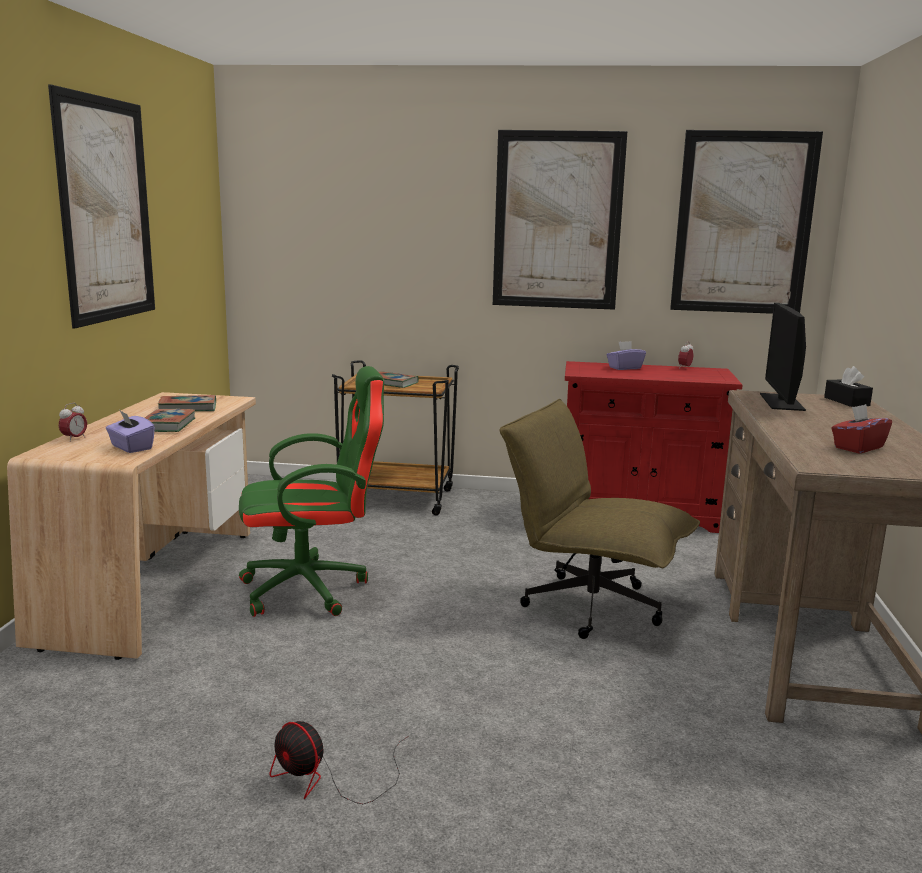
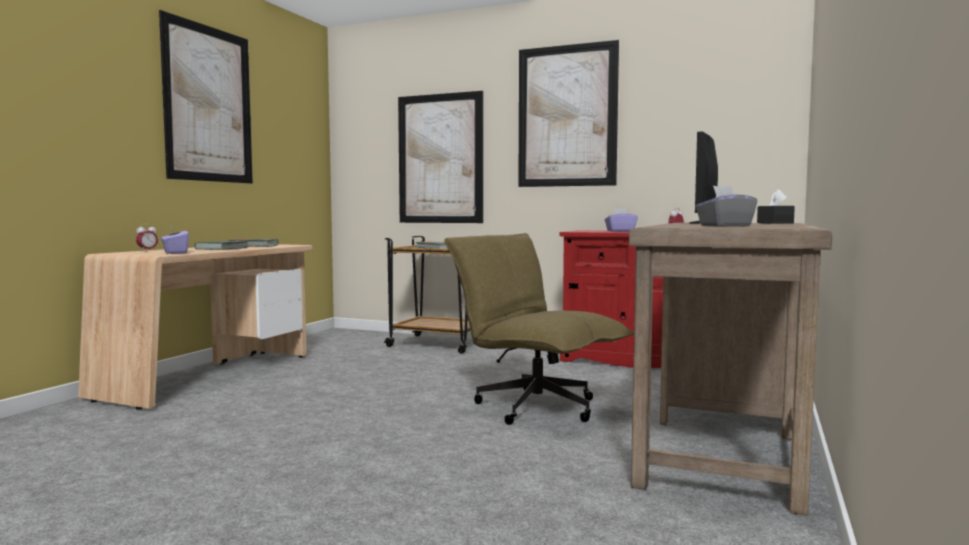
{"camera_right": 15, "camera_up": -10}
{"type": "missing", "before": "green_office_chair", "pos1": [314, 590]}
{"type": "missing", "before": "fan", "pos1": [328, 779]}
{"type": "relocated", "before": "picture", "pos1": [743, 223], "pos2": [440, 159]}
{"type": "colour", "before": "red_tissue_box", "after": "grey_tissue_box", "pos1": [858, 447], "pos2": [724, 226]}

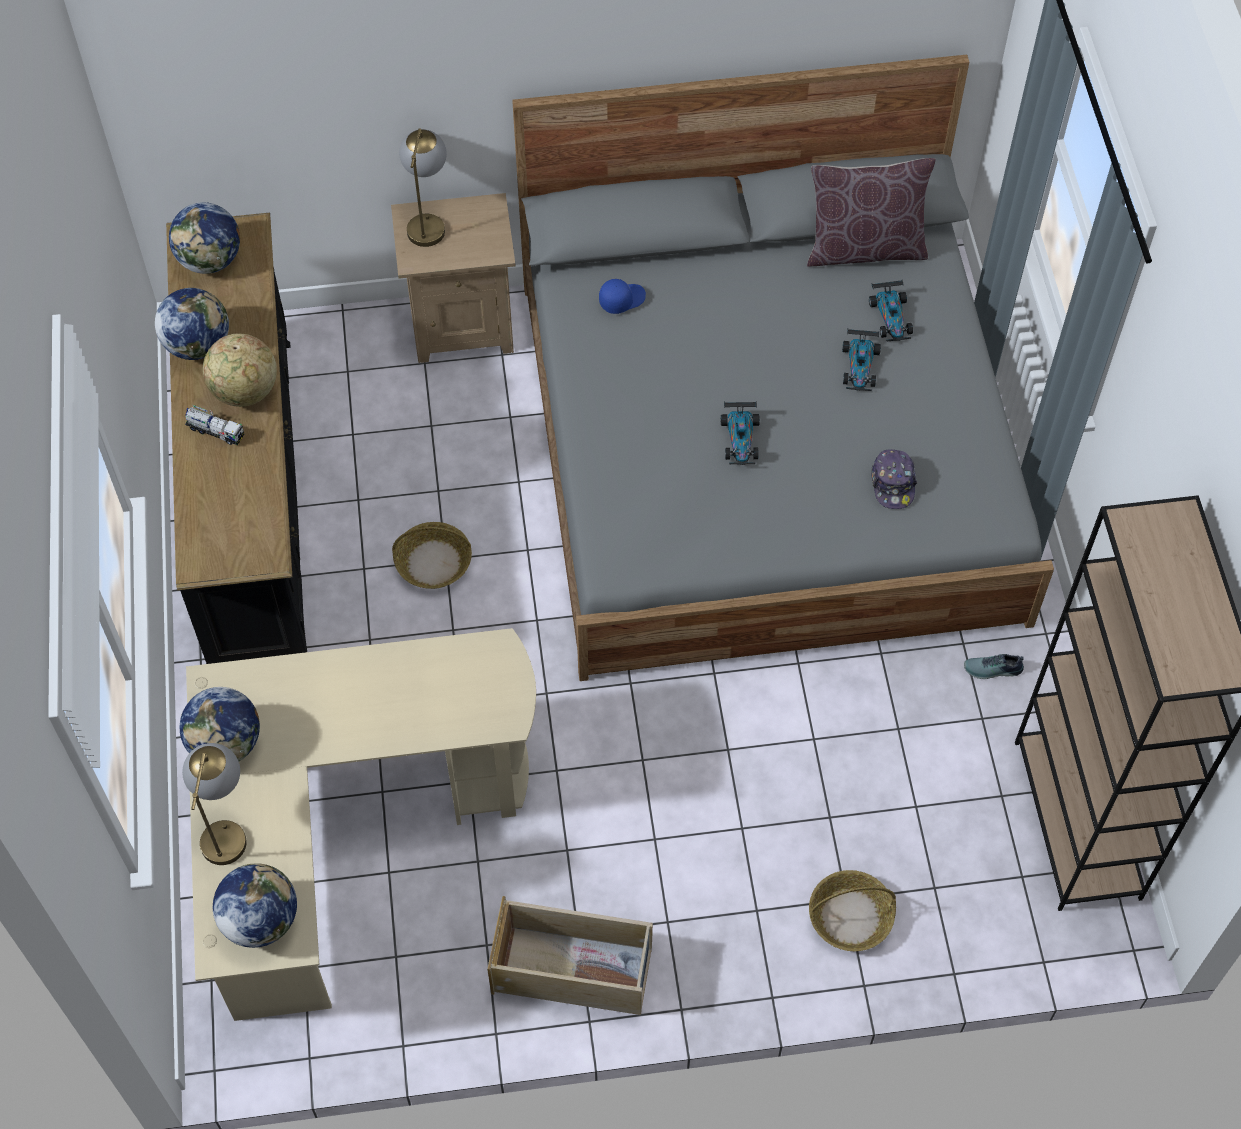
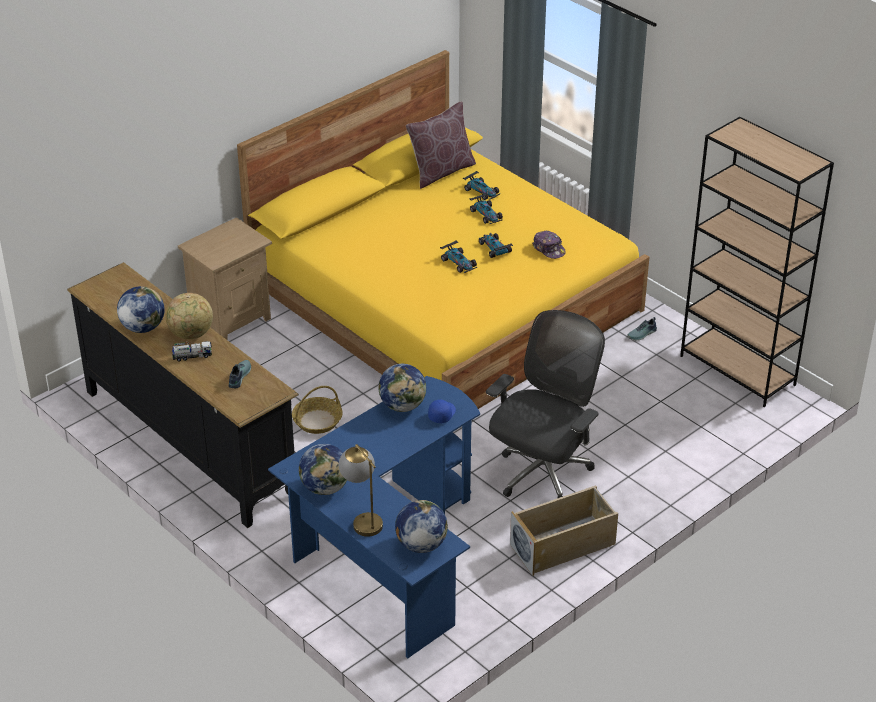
{"camera_right": -35, "camera_up": -20}
{"type": "relocated", "before": "globe", "pos1": [211, 260], "pos2": [403, 406]}
{"type": "colour", "before": "beige_desk", "after": "blue_desk", "pos1": [343, 833], "pos2": [385, 552]}
{"type": "missing", "before": "table_lamp", "pos1": [427, 221]}
{"type": "colour", "before": "grey_bed", "after": "yellow_bed", "pos1": [766, 447], "pos2": [445, 300]}
{"type": "relocated", "before": "blue_cap", "pos1": [621, 299], "pos2": [441, 414]}
{"type": "missing", "before": "basket", "pos1": [850, 916]}
{"type": "appeared", "after": "shoe", "pos2": [238, 376]}
{"type": "appeared", "after": "toy_car", "pos2": [494, 248]}
{"type": "appeared", "after": "office_chair", "pos2": [543, 473]}

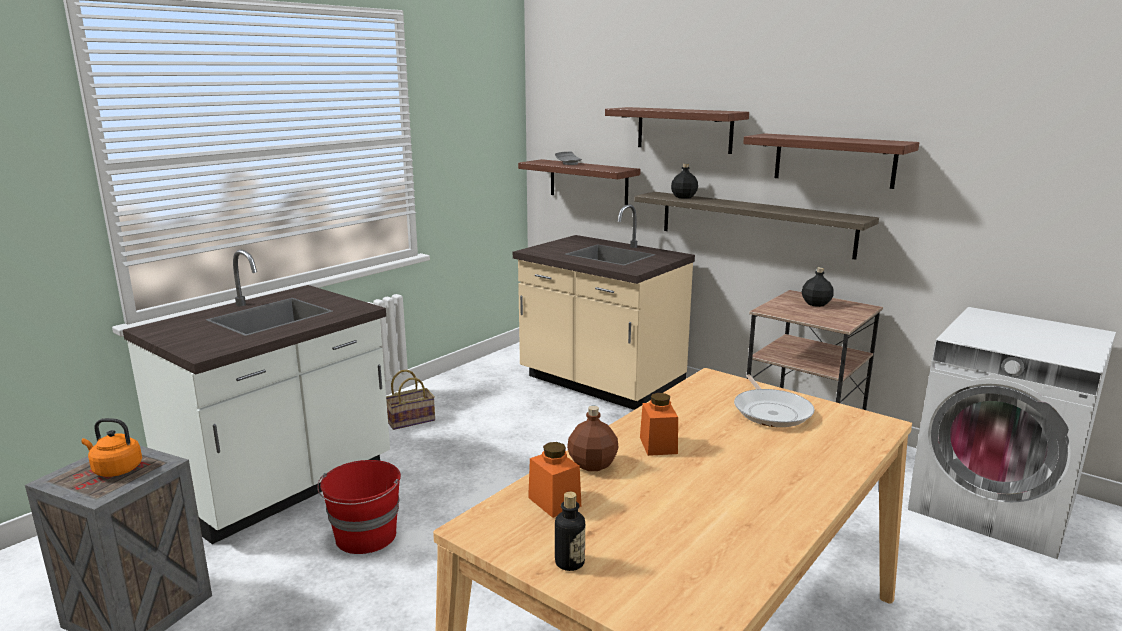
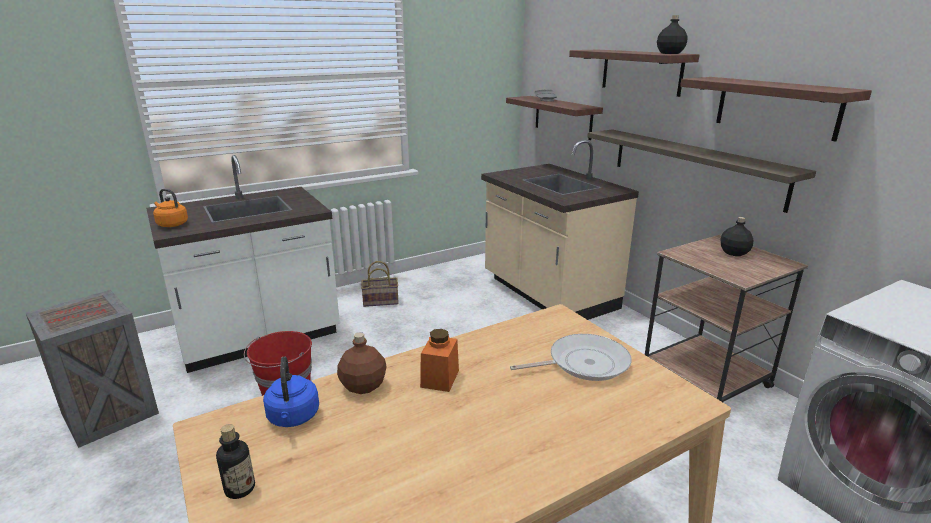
{"camera_right": 20, "camera_up": 5}
{"type": "relocated", "before": "orange_kettle", "pos1": [115, 469], "pos2": [171, 224]}
{"type": "exchanged", "before": "orange_jar", "after": "blue_kettle", "pos1": [554, 502], "pos2": [293, 418]}
{"type": "relocated", "before": "black_bottle", "pos1": [684, 197], "pos2": [670, 53]}
{"type": "spun", "before": "frying_pan", "pos1": [771, 411], "pos2": [583, 363], "turn": -120}

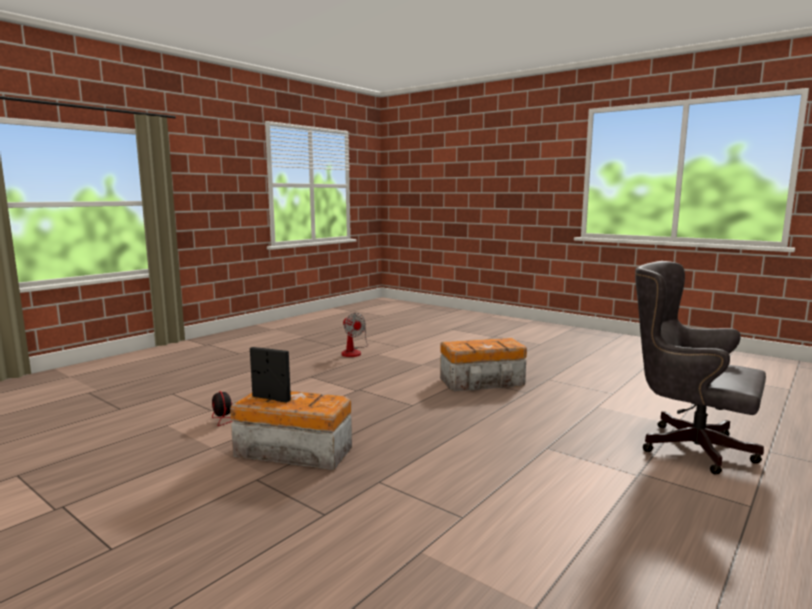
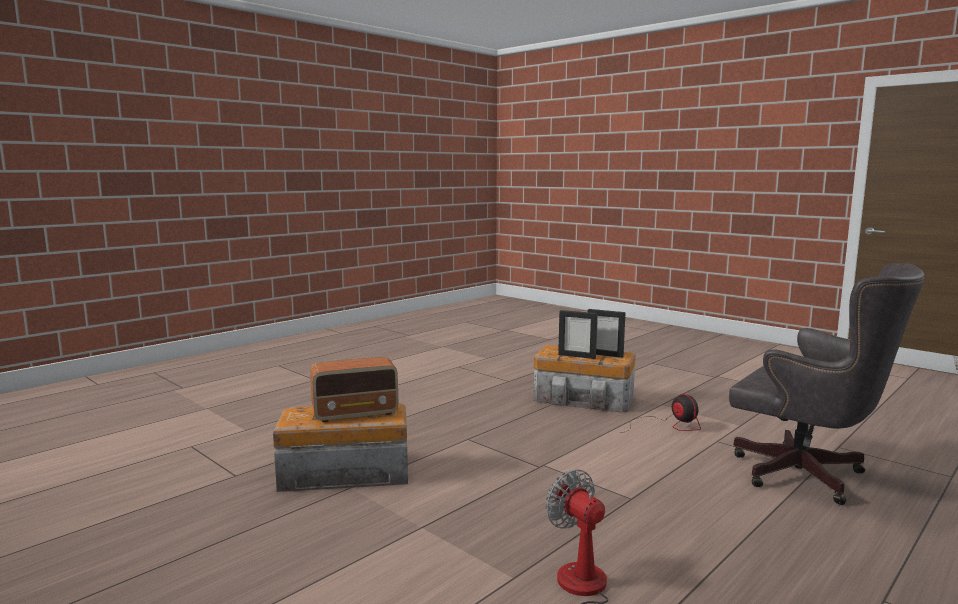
{"camera_right": -175, "camera_up": 0}
{"type": "relocated", "before": "grey_office_chair", "pos1": [688, 447], "pos2": [807, 476]}
{"type": "appeared", "after": "radio", "pos2": [356, 413]}
{"type": "appeared", "after": "picture_frame", "pos2": [577, 356]}

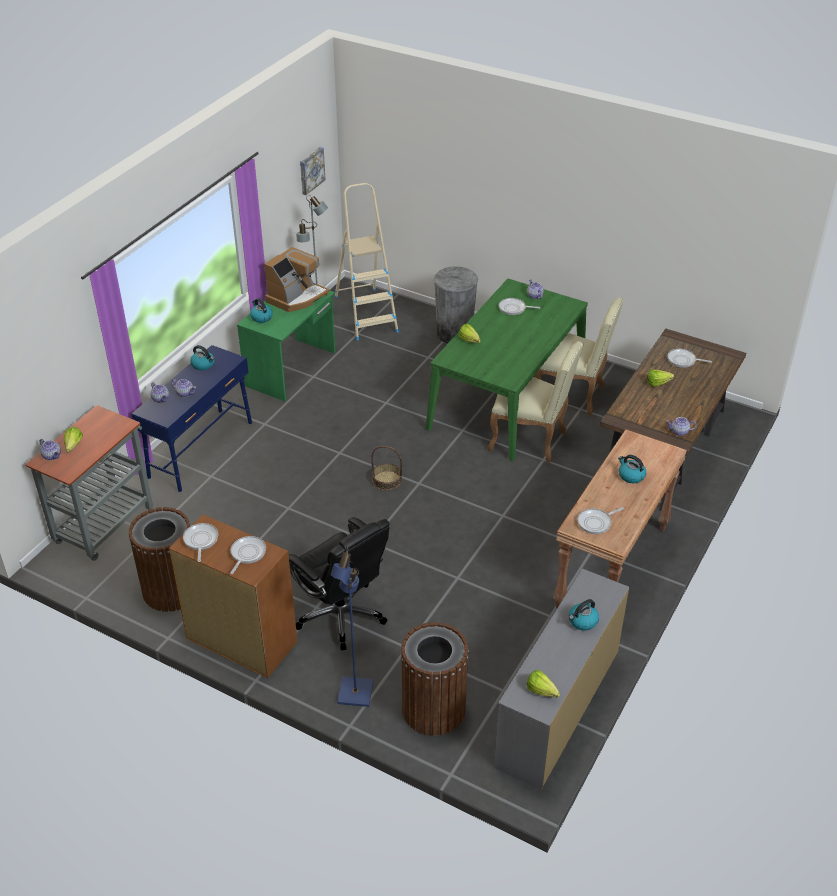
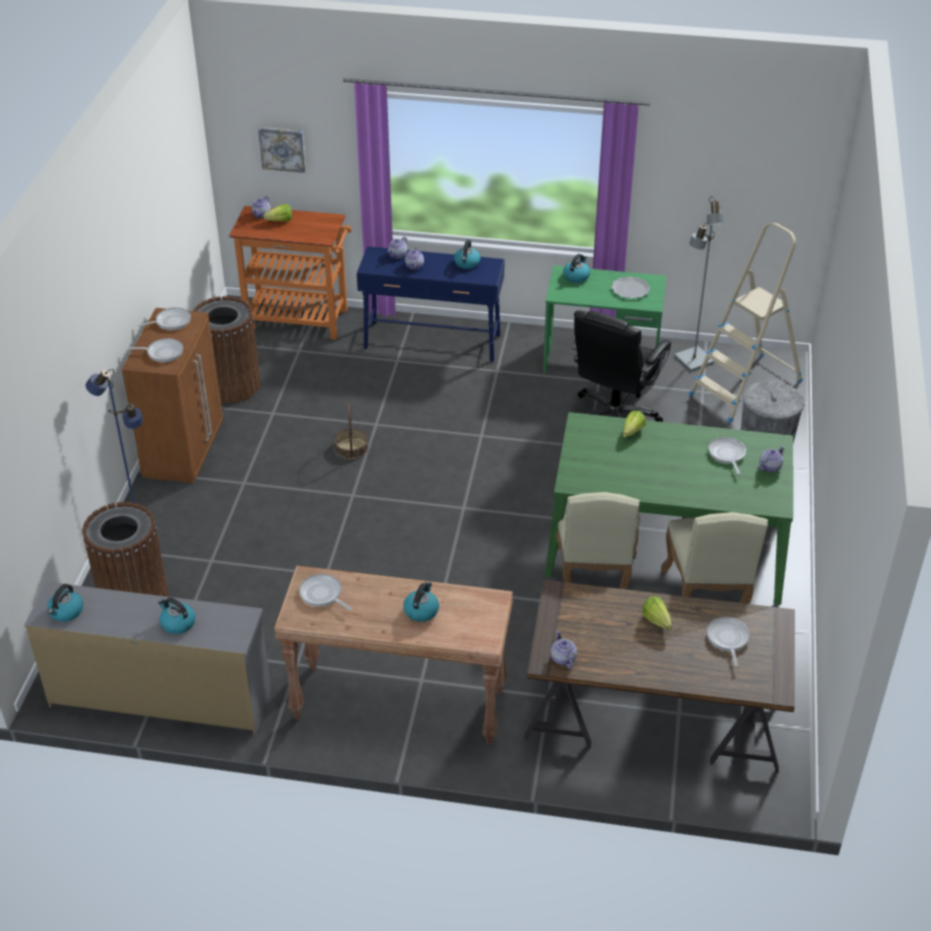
{"camera_right": 70, "camera_up": 0}
{"type": "colour", "before": "grey_cart", "after": "orange_cart", "pos1": [105, 524], "pos2": [299, 320]}
{"type": "exchanged", "before": "coffee_machine", "after": "plate", "pos1": [297, 297], "pos2": [630, 289]}
{"type": "relocated", "before": "black_office_chair", "pos1": [341, 614], "pos2": [614, 417]}
{"type": "relocated", "before": "picture", "pos1": [311, 170], "pos2": [283, 148]}
{"type": "relocated", "before": "basket", "pos1": [387, 480], "pos2": [351, 448]}
{"type": "exchanged", "before": "lettuce", "after": "kettle", "pos1": [543, 693], "pos2": [66, 612]}

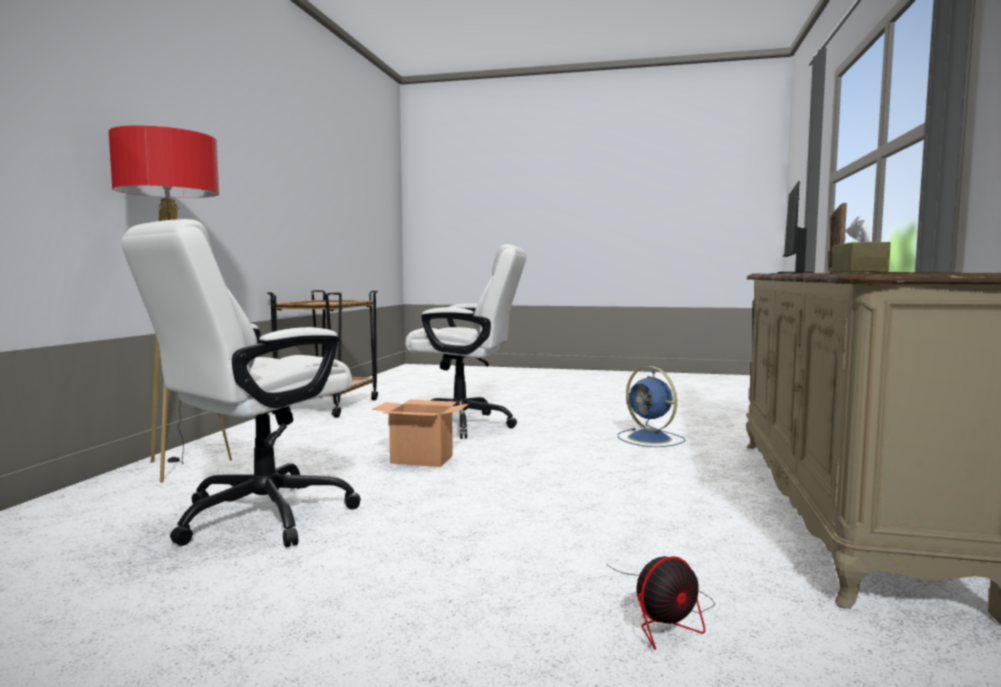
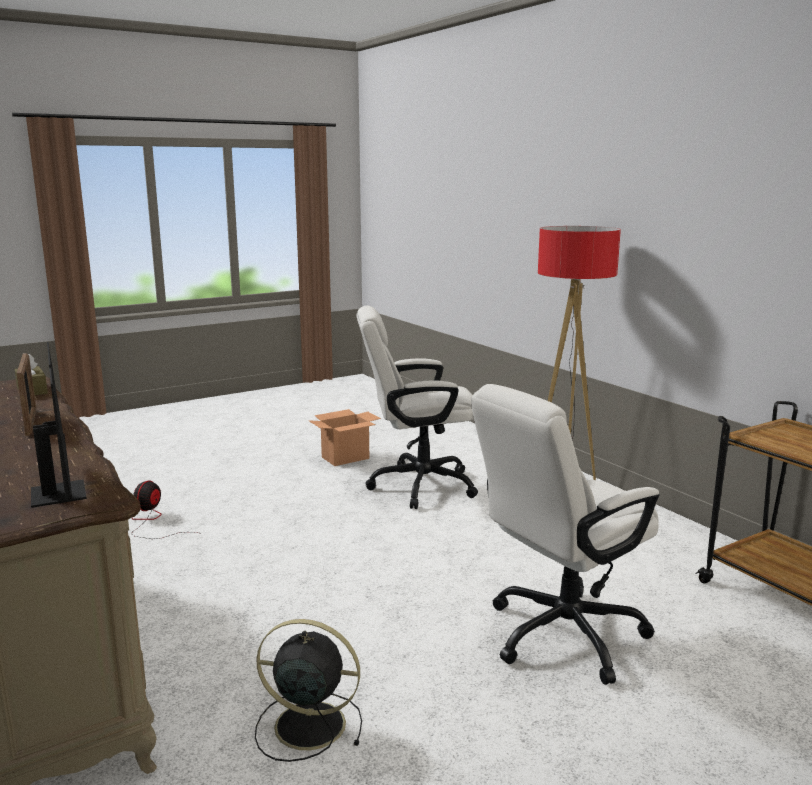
{"camera_right": 135, "camera_up": 10}
{"type": "spun", "before": "white_office_chair", "pos1": [256, 519], "pos2": [416, 487], "turn": -90}
{"type": "relocated", "before": "cardboard_box", "pos1": [421, 460], "pos2": [345, 458]}
{"type": "colour", "before": "blue_fan", "after": "black_fan", "pos1": [651, 439], "pos2": [306, 725]}

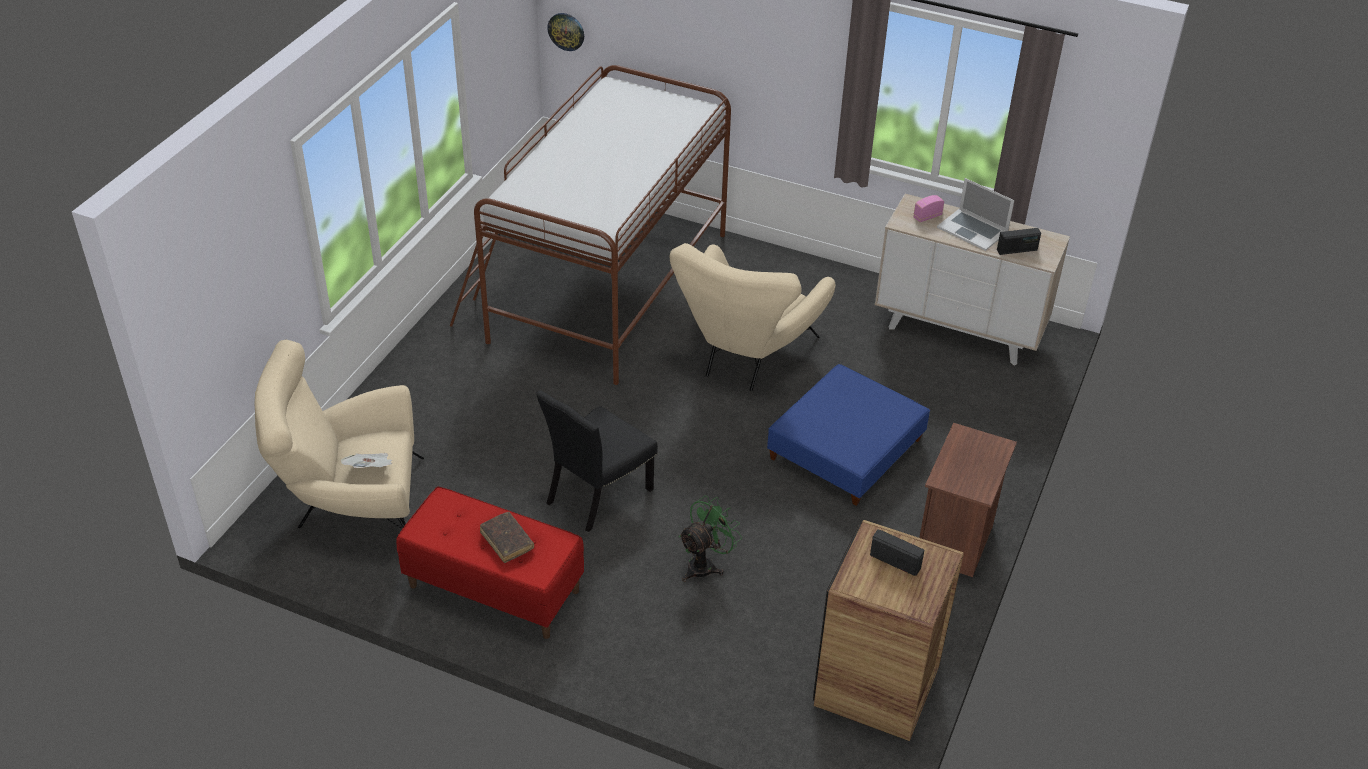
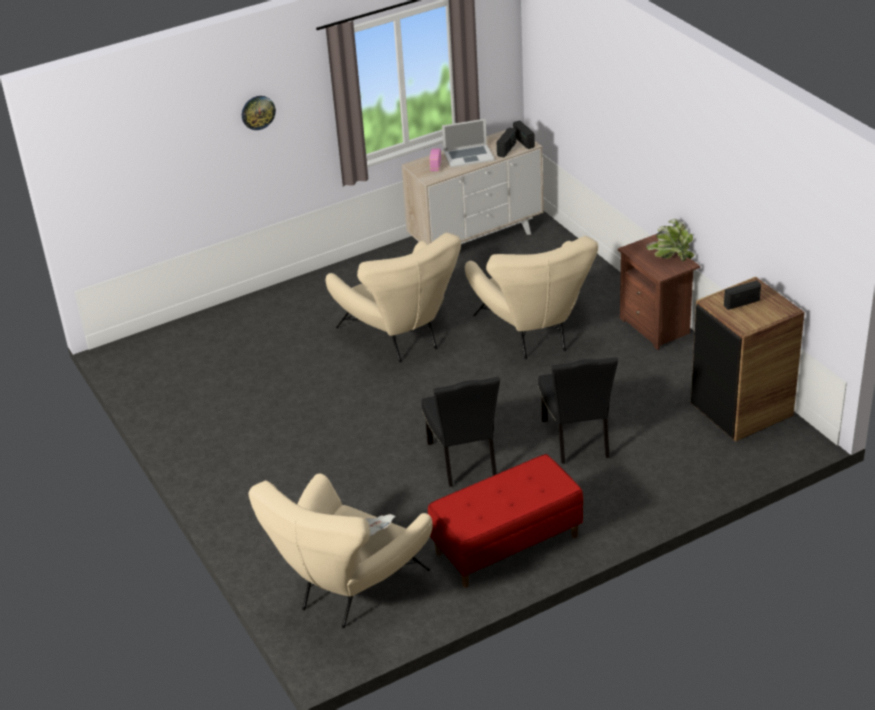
{"camera_right": -50, "camera_up": -5}
{"type": "missing", "before": "brown_bed", "pos1": [606, 288]}
{"type": "missing", "before": "brown_book", "pos1": [507, 541]}
{"type": "relocated", "before": "wall_clock", "pos1": [566, 31], "pos2": [258, 112]}
{"type": "exchanged", "before": "green_fan", "after": "black_chair", "pos1": [705, 564], "pos2": [577, 437]}
{"type": "exchanged", "before": "blue_ottoman", "after": "beige_armchair", "pos1": [845, 449], "pos2": [534, 333]}
{"type": "appeared", "after": "radio", "pos2": [523, 142]}
{"type": "appeared", "after": "potted_plant", "pos2": [671, 256]}

